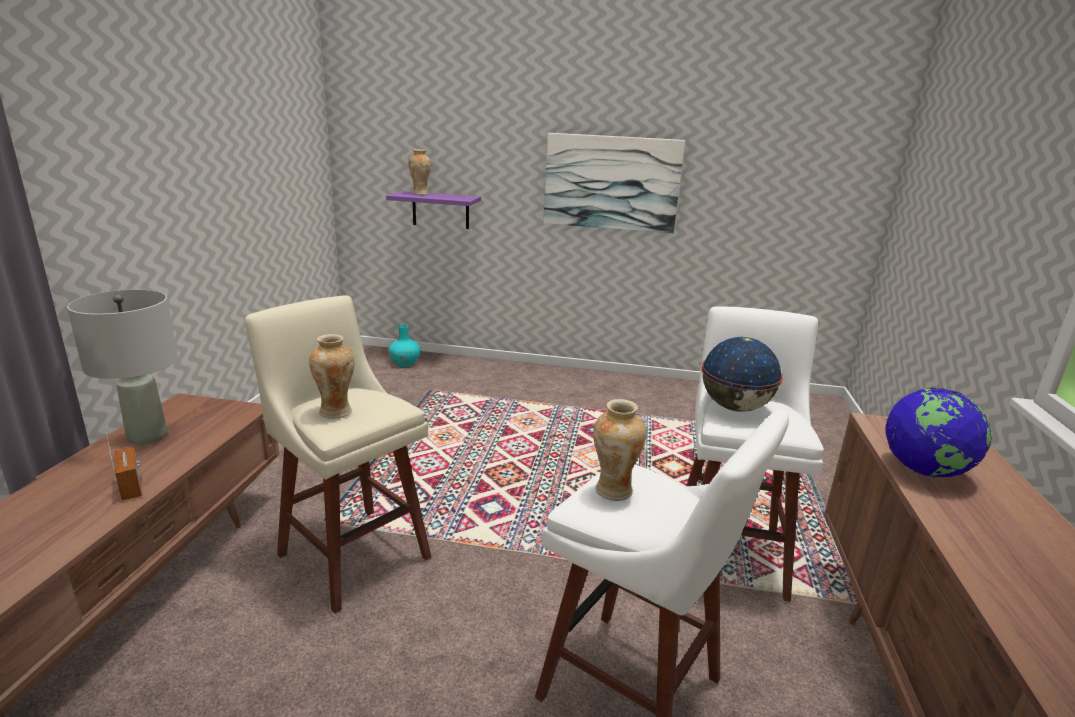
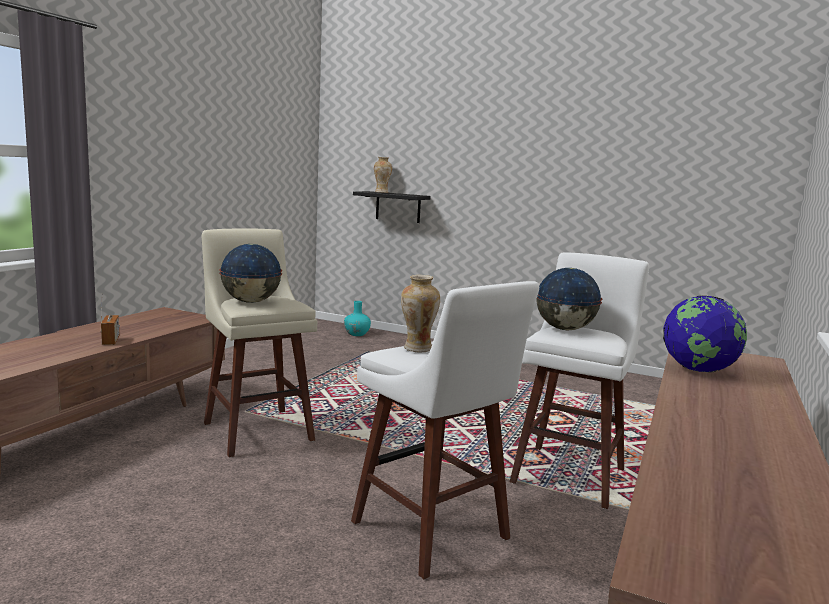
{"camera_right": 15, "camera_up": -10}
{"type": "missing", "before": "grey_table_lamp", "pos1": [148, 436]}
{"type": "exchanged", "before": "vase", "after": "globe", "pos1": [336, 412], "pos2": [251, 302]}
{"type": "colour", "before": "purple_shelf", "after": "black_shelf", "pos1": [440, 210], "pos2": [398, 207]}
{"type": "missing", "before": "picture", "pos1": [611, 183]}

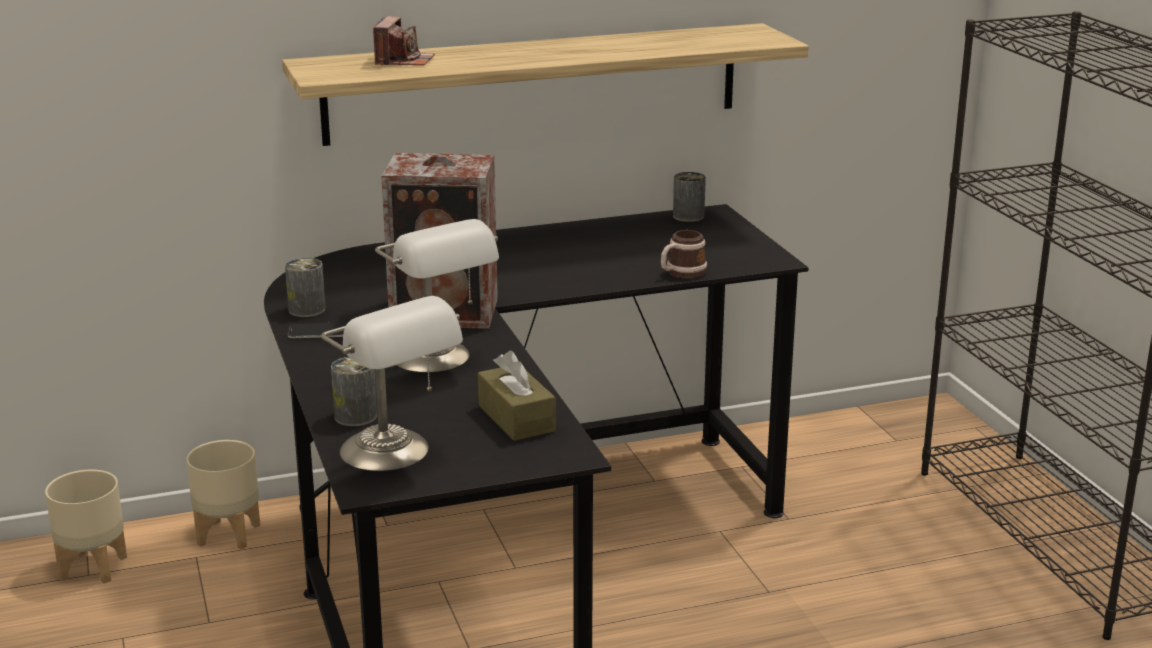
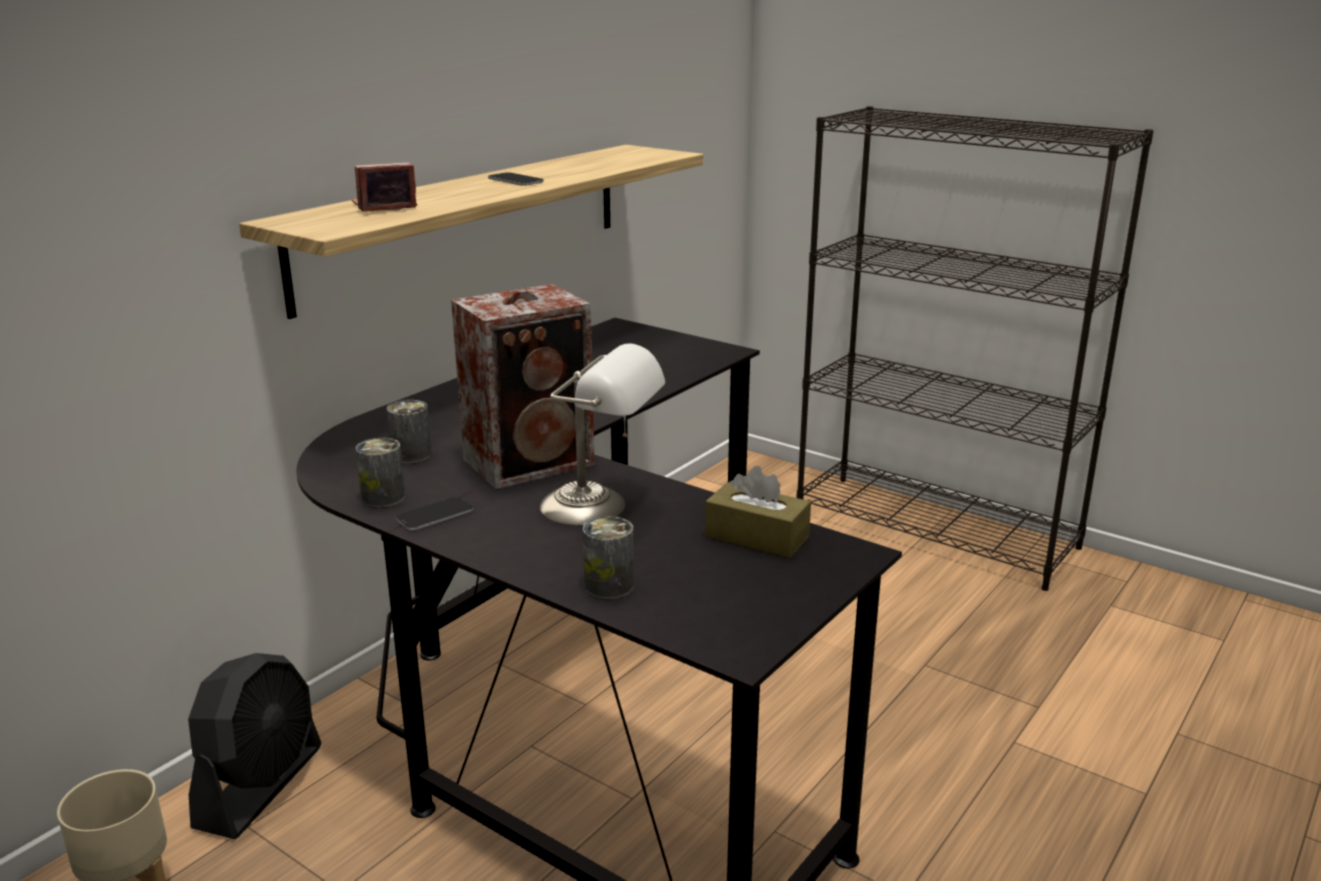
{"camera_right": -35, "camera_up": 0}
{"type": "exchanged", "before": "beige_planter", "after": "black_fan", "pos1": [229, 534], "pos2": [260, 786]}
{"type": "missing", "before": "white_table_lamp", "pos1": [397, 456]}
{"type": "spun", "before": "photo_camera", "pos1": [404, 61], "pos2": [383, 206], "turn": -90}
{"type": "missing", "before": "mug", "pos1": [681, 273]}
{"type": "relocated", "before": "can", "pos1": [688, 216], "pos2": [411, 455]}
{"type": "appeared", "after": "phone", "pos2": [515, 181]}

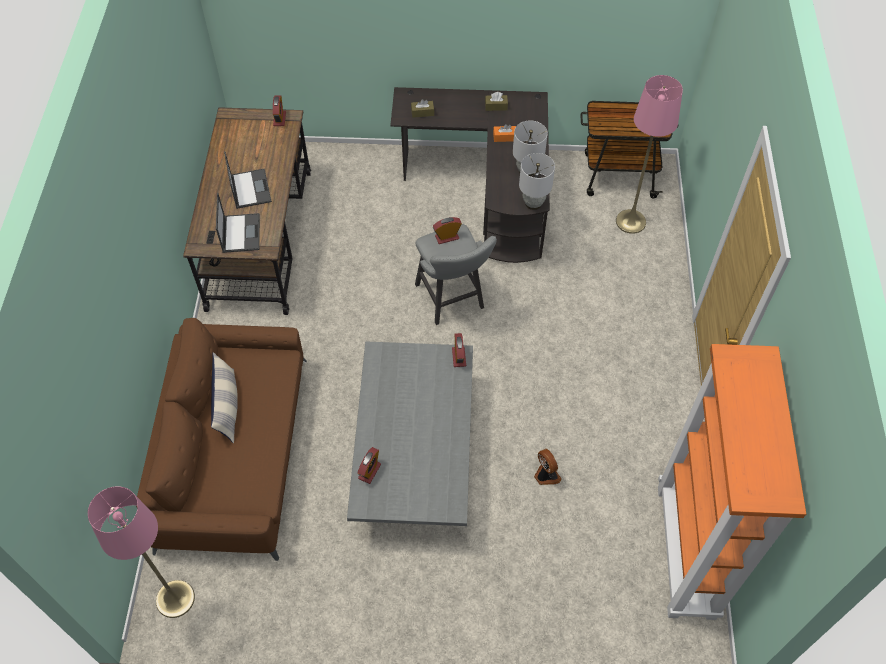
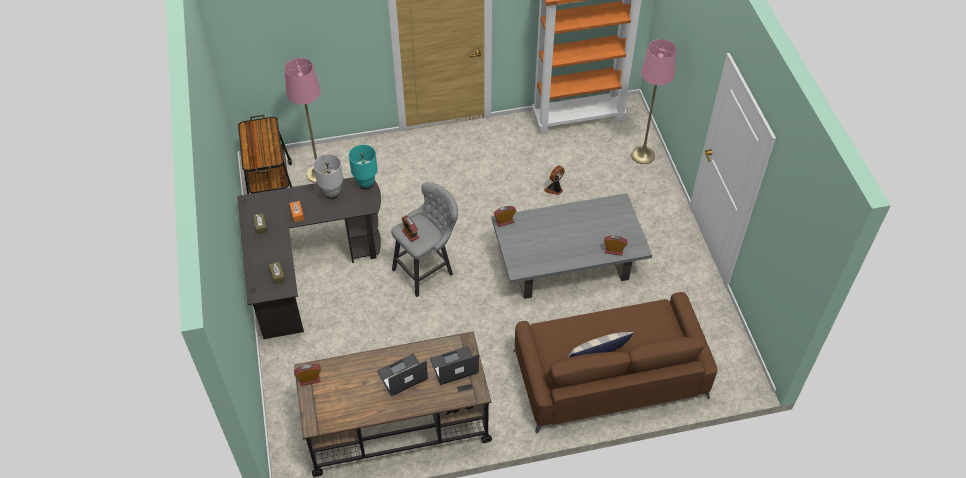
{"camera_right": -105, "camera_up": -5}
{"type": "relocated", "before": "pink_floor_lamp", "pos1": [175, 598], "pos2": [643, 155]}
{"type": "colour", "before": "white_table_lamp", "after": "turquoise_table_lamp", "pos1": [533, 203], "pos2": [366, 184]}

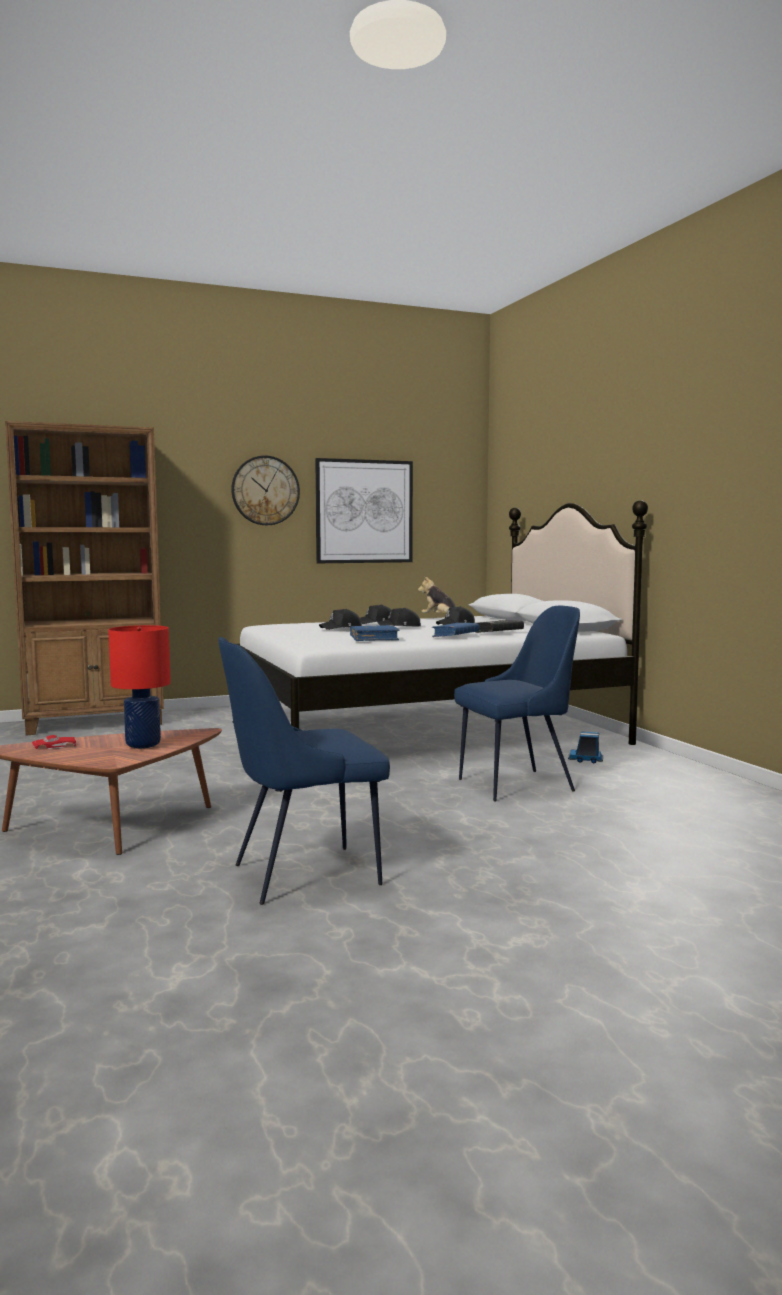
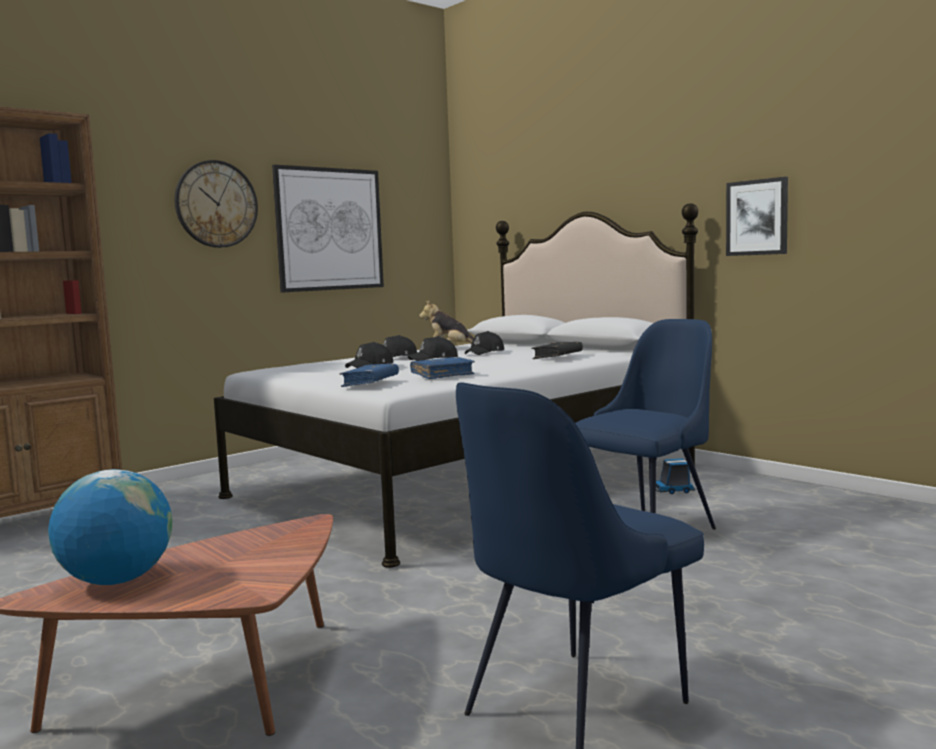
{"camera_right": -20, "camera_up": 0}
{"type": "exchanged", "before": "red_toy_car", "after": "globe", "pos1": [54, 746], "pos2": [117, 580]}
{"type": "missing", "before": "red_table_lamp", "pos1": [142, 746]}
{"type": "relocated", "before": "blue_book", "pos1": [455, 636], "pos2": [370, 383]}
{"type": "appeared", "after": "picture", "pos2": [757, 217]}

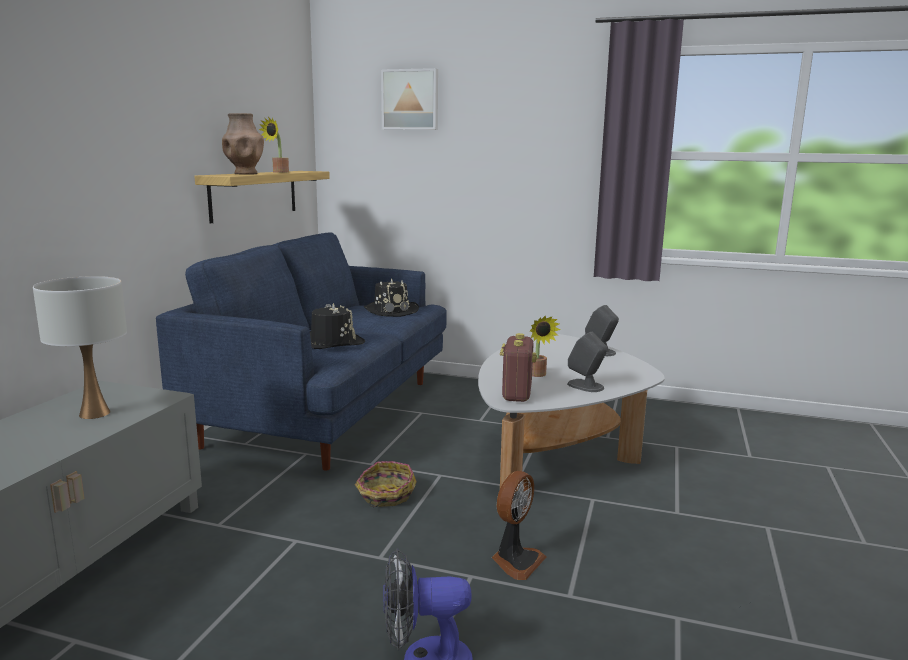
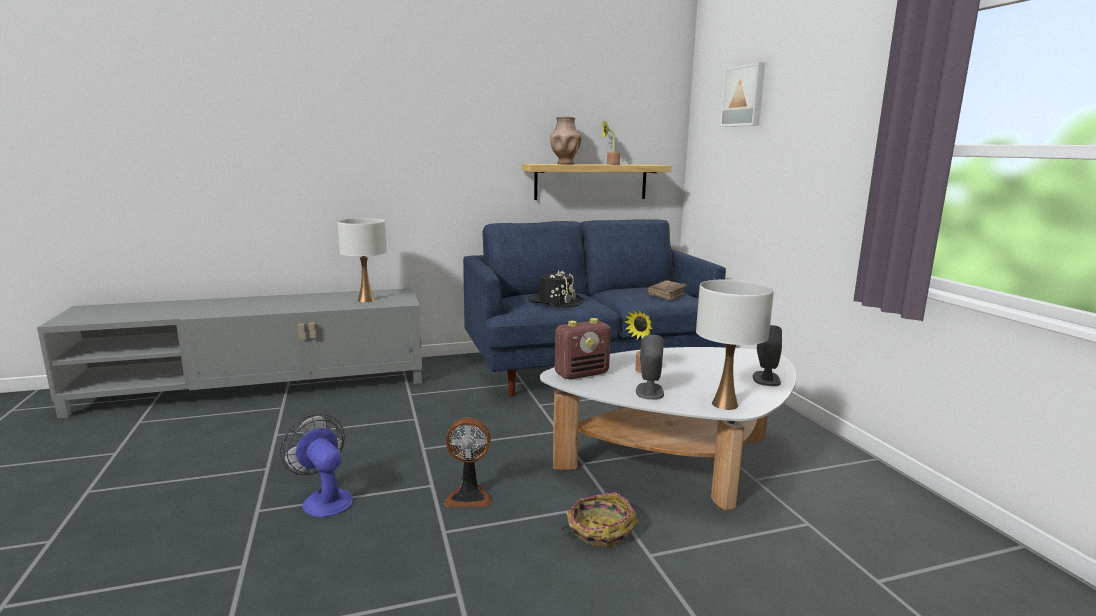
{"camera_right": 55, "camera_up": 0}
{"type": "relocated", "before": "basket", "pos1": [385, 495], "pos2": [599, 530]}
{"type": "exchanged", "before": "black_hat", "after": "brown_book", "pos1": [391, 310], "pos2": [667, 295]}
{"type": "appeared", "after": "white_table_lamp", "pos2": [725, 404]}

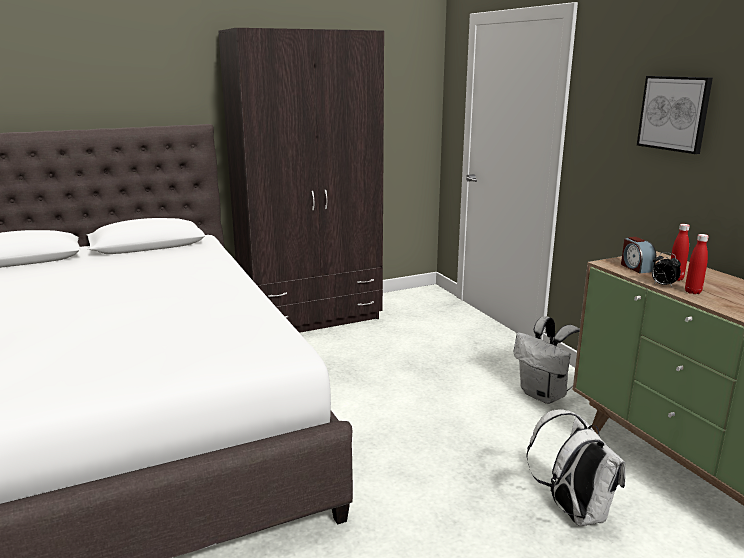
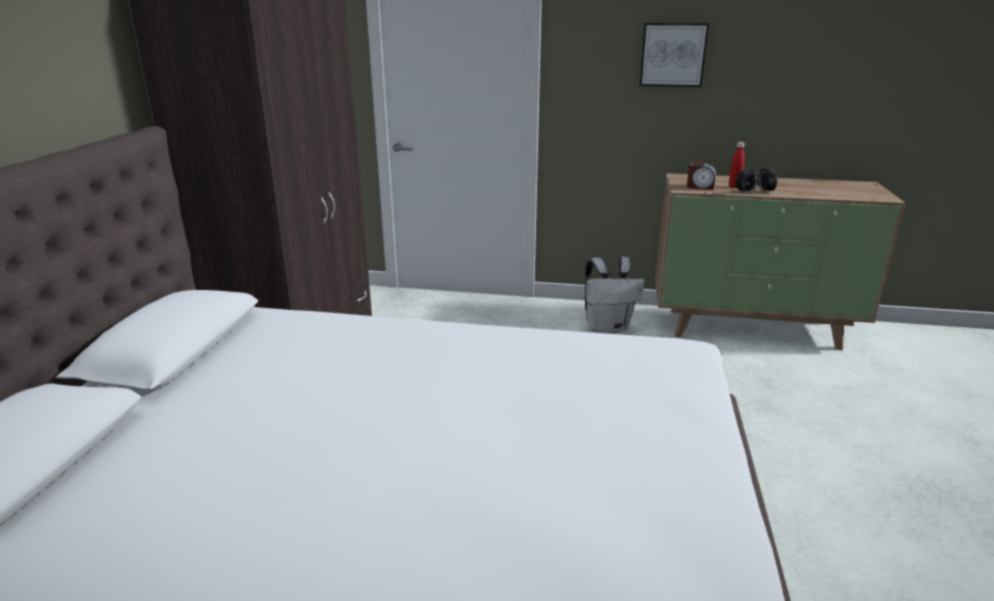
{"camera_right": -55, "camera_up": 5}
{"type": "missing", "before": "white_backpack", "pos1": [573, 511]}
{"type": "exchanged", "before": "red_bottle", "after": "alarm_clock", "pos1": [693, 292], "pos2": [765, 191]}

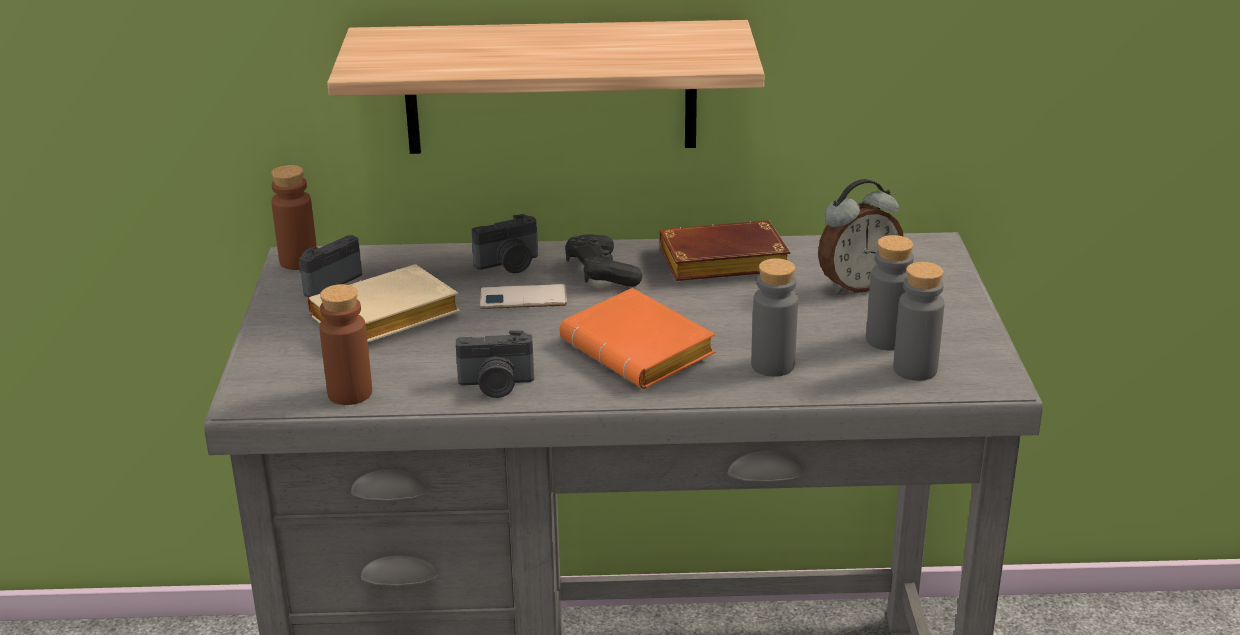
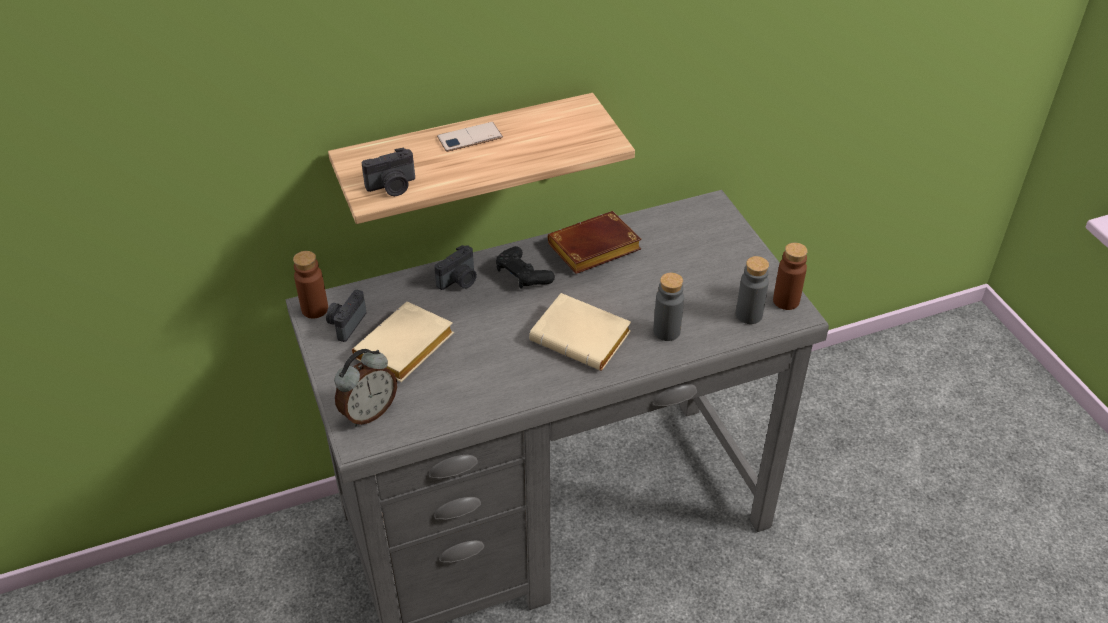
{"camera_right": -20, "camera_up": 15}
{"type": "relocated", "before": "brown_bottle", "pos1": [350, 393], "pos2": [786, 301]}
{"type": "relocated", "before": "photo_camera", "pos1": [496, 385], "pos2": [392, 187]}
{"type": "relocated", "before": "phone", "pos1": [523, 298], "pos2": [470, 137]}
{"type": "colour", "before": "orange_book", "after": "beige_book", "pos1": [643, 351], "pos2": [584, 338]}
{"type": "relocated", "before": "alarm_clock", "pos1": [856, 285], "pos2": [368, 412]}
{"type": "missing", "before": "grey_bottle", "pos1": [887, 340]}

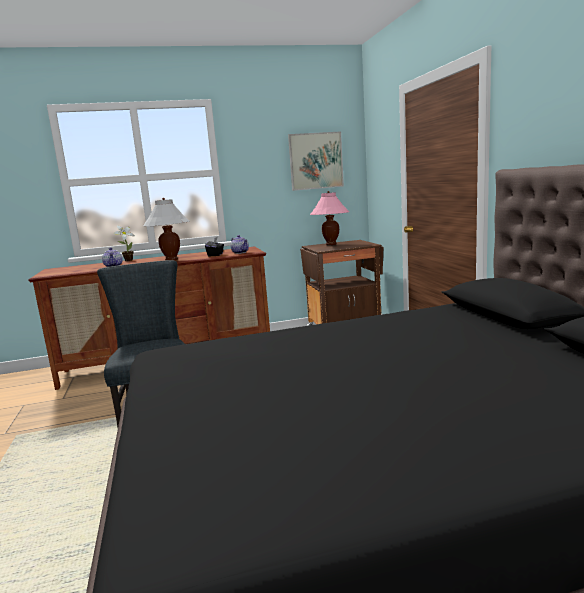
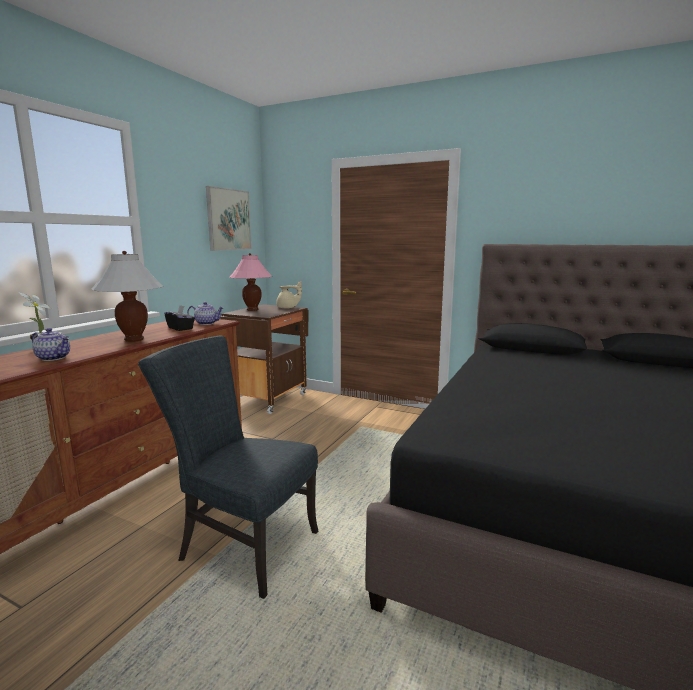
{"camera_right": -50, "camera_up": 0}
{"type": "appeared", "after": "beige_teapot", "pos2": [288, 308]}

